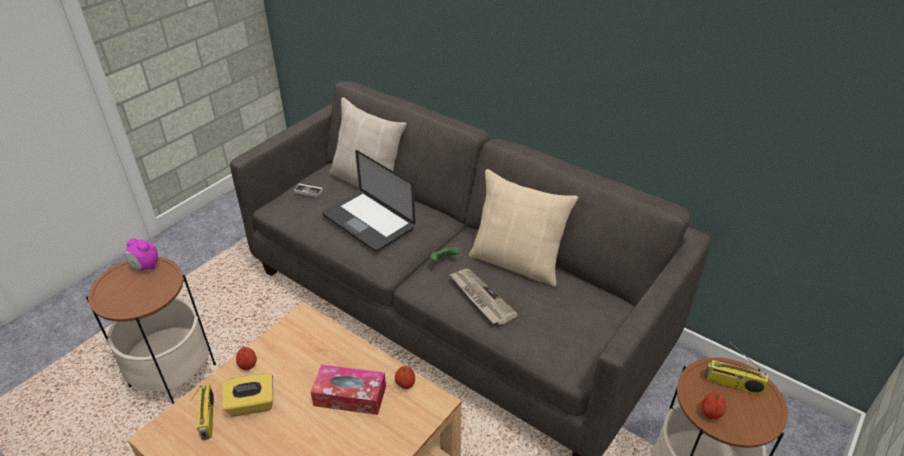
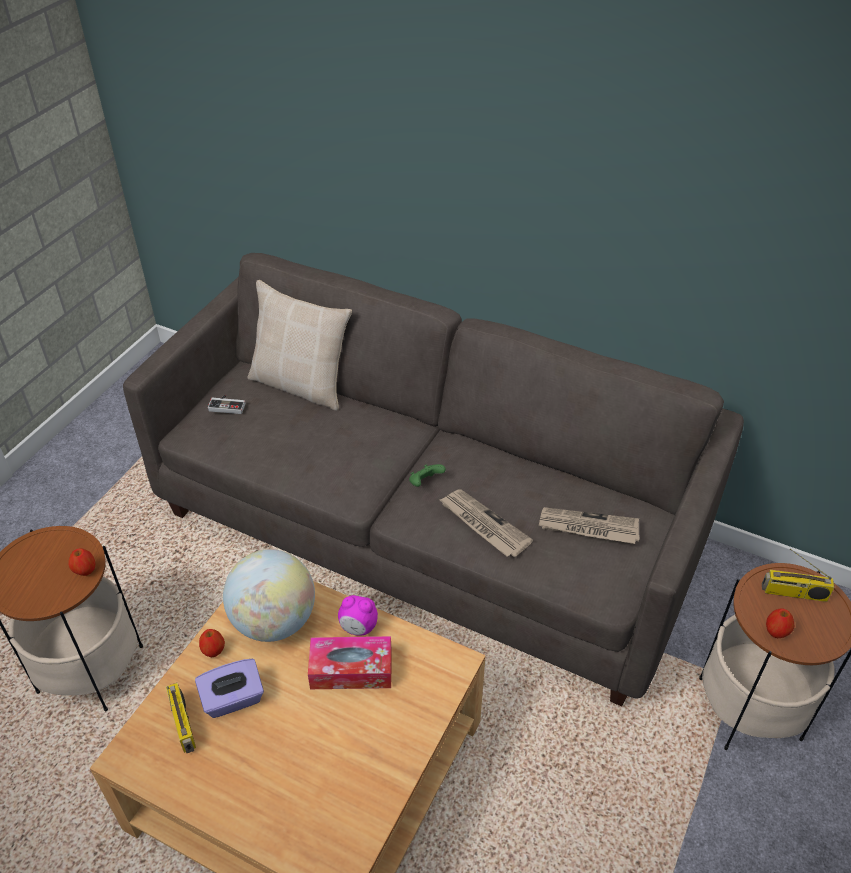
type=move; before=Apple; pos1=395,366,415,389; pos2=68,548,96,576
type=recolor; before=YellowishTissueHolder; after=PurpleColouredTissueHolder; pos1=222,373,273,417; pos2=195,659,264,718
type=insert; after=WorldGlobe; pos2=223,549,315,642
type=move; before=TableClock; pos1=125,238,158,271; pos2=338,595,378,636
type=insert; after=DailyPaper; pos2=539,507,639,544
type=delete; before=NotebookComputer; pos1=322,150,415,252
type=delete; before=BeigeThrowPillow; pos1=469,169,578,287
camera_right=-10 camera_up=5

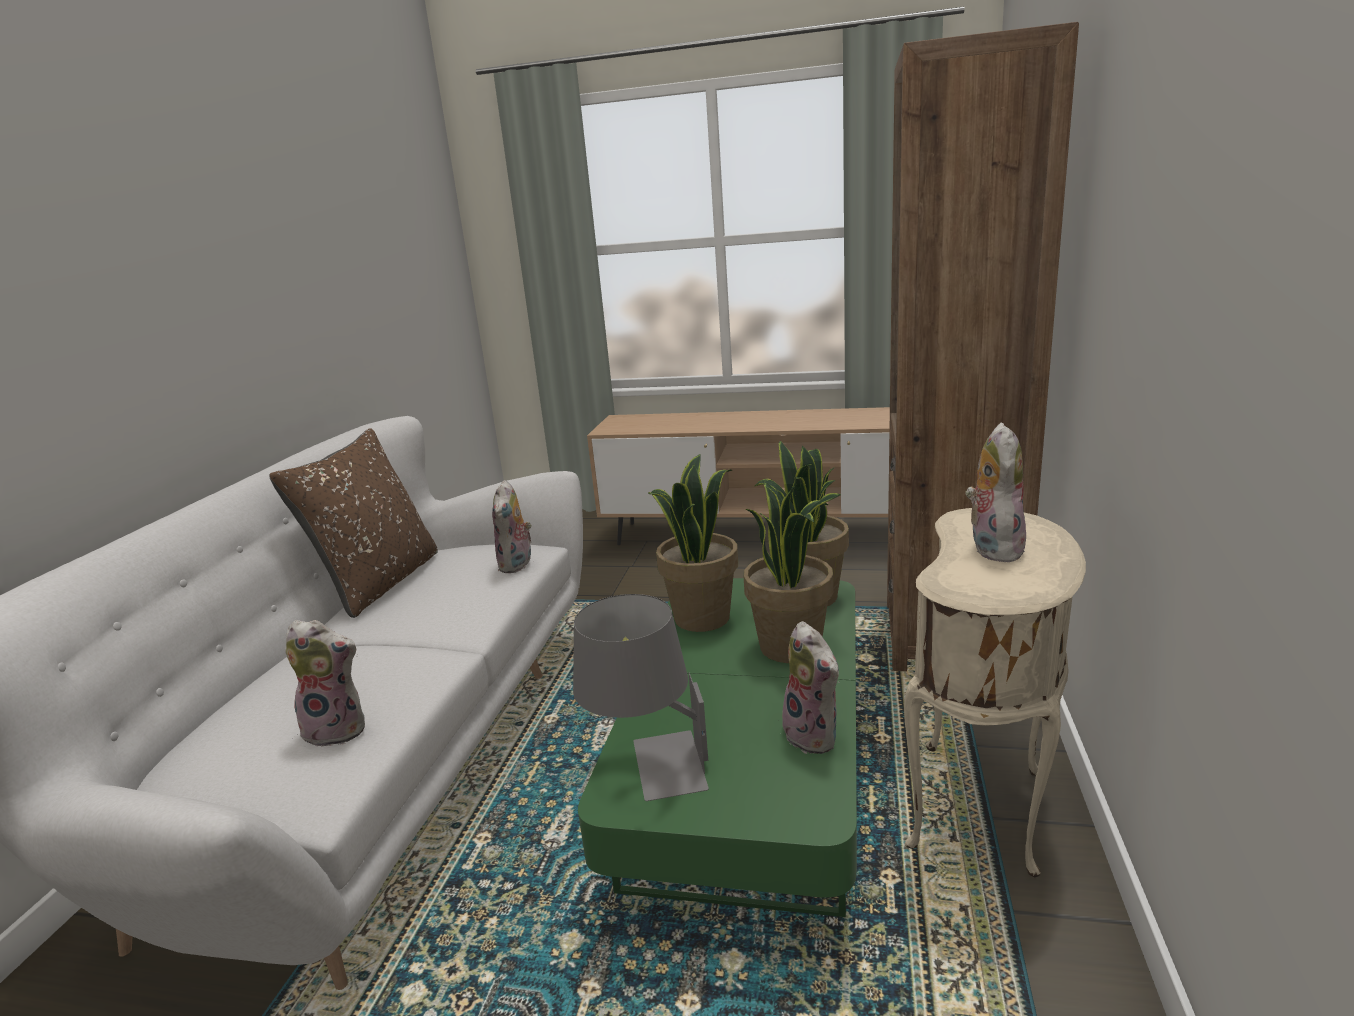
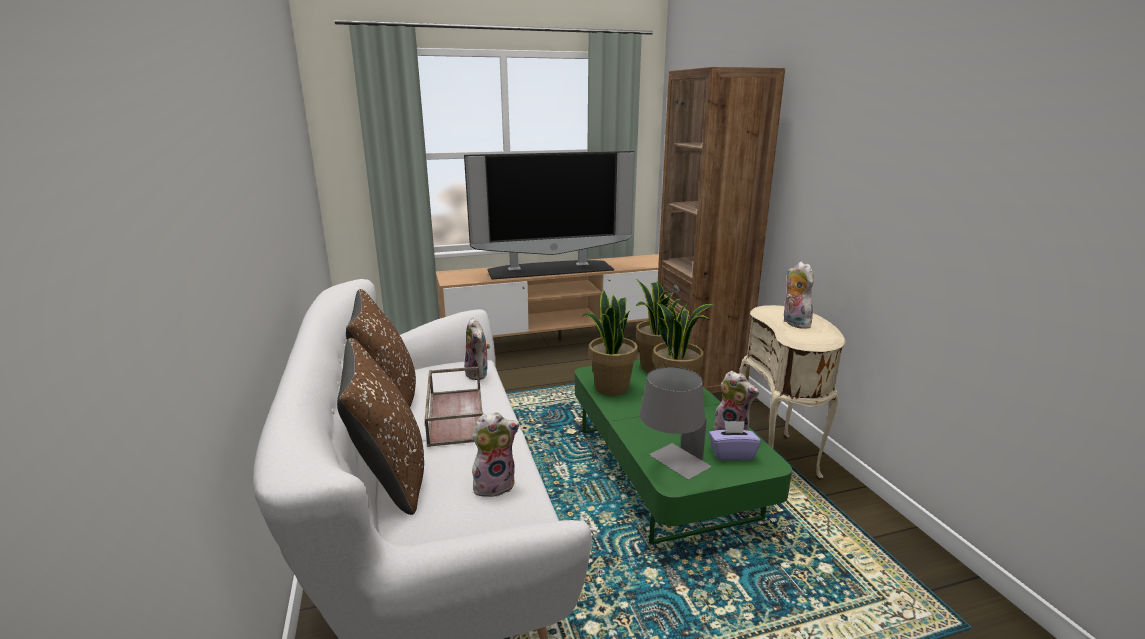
type=insert; after=BrownThrowPillow; pos2=337,338,424,515
type=insert; after=BrownServingTray; pos2=425,367,483,447
type=insert; after=Tv; pos2=464,151,635,279
type=insert; after=PurpleColouredTissueHolder; pos2=709,421,761,460
camera_right=-30 camera_up=0

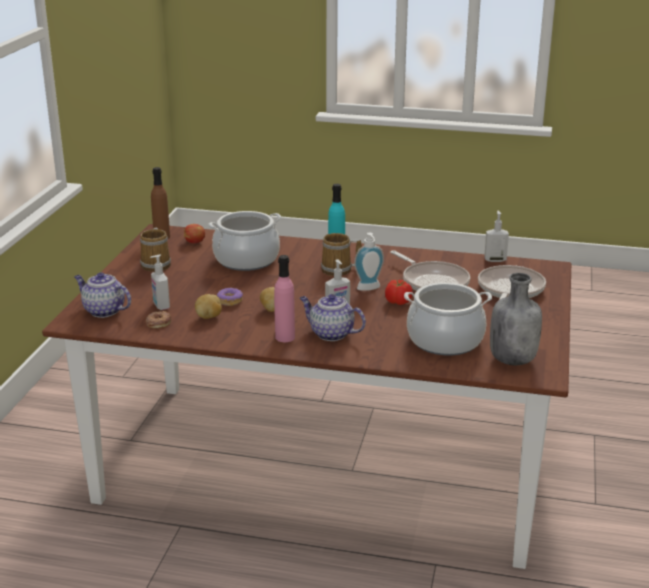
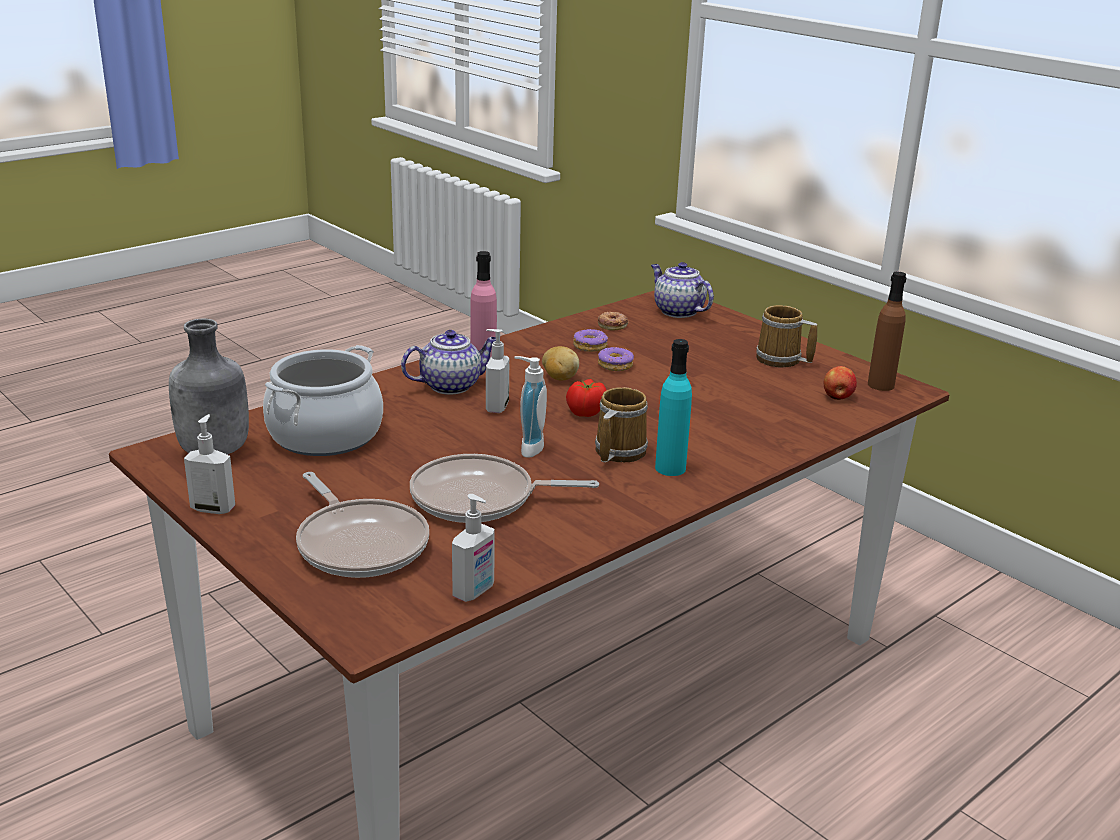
type=move; before=SoapDispenser; pos1=150,255,170,310; pos2=184,414,235,514
type=move; before=Tomato; pos1=385,280,413,305; pos2=566,379,607,417
type=replace; before=Potato; after=Donut; pos1=195,294,222,319; pos2=573,329,608,352
type=rotate; before=Teapot; pos1=74,272,131,318; pos2=651,262,714,318; turn=-105
type=delete; before=Stockpot; pos1=208,211,281,271
camera_right=125 camera_up=0

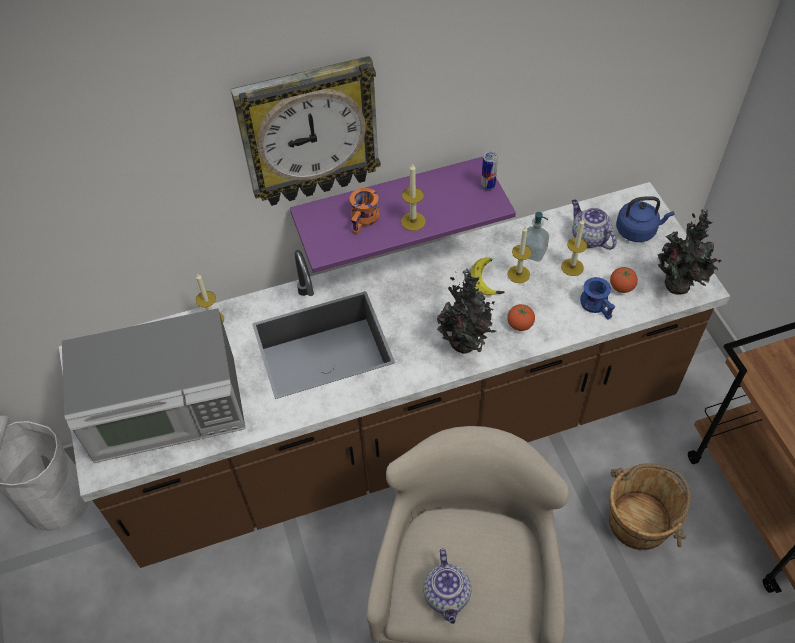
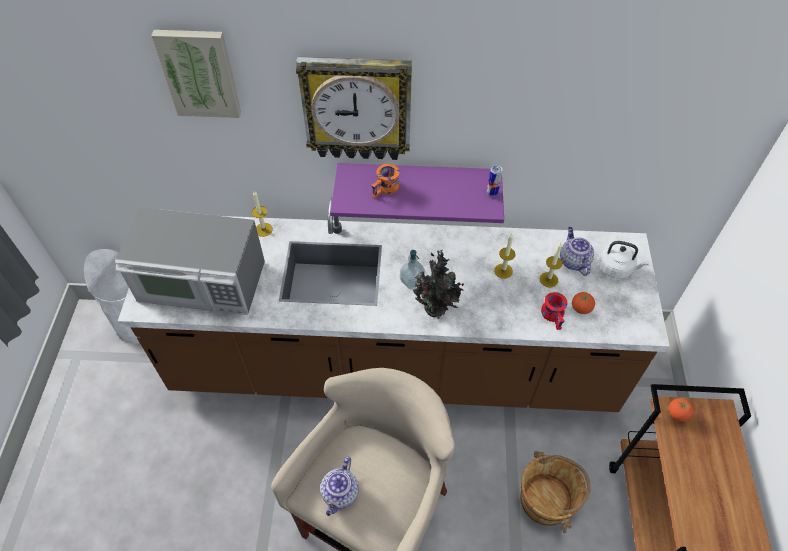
type=insert; after=WallArt; pos2=151,30,241,118
type=move; before=SoapDispenser; pos1=525,212,549,262; pos2=400,250,425,290
type=recolor; before=BlueCoffeeMug; after=ReddishCoffeeMug; pos1=580,277,615,320; pos2=541,292,568,330
type=recolor; before=BlueTeaKettle; after=WhiteColouredTeaKettle; pos1=616,196,674,242; pos2=599,241,649,279
type=move; before=Tomato; pos1=507,304,535,331; pos2=669,398,694,422
type=delete; before=Candle; pos1=401,163,426,231
type=delete; before=BananaFruit; pos1=471,258,505,296
type=delete; before=Houseplant; pos1=658,209,721,295
camera_right=20 camera_up=0

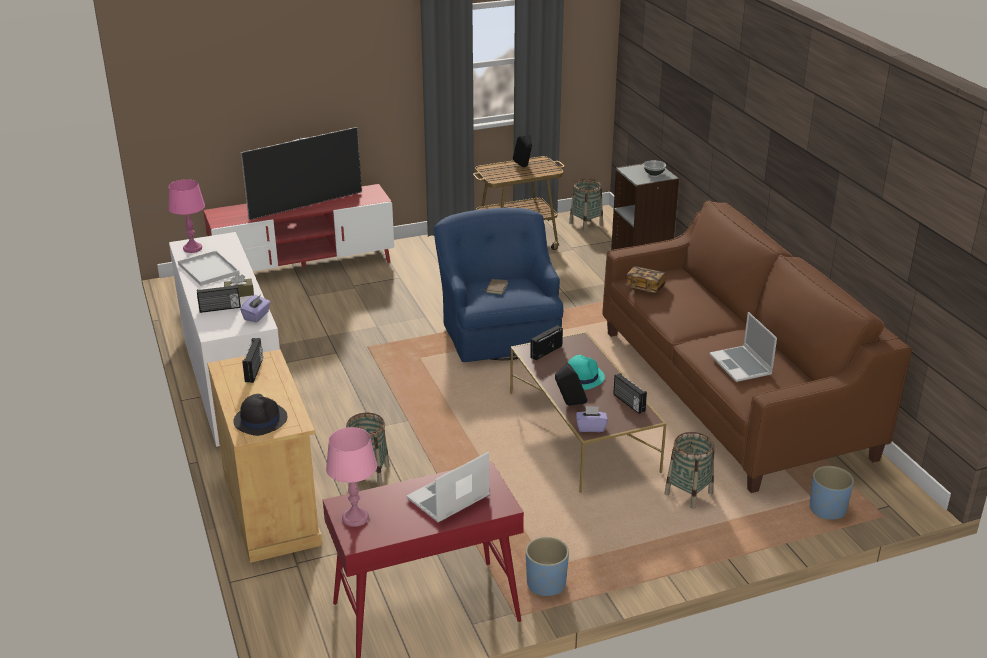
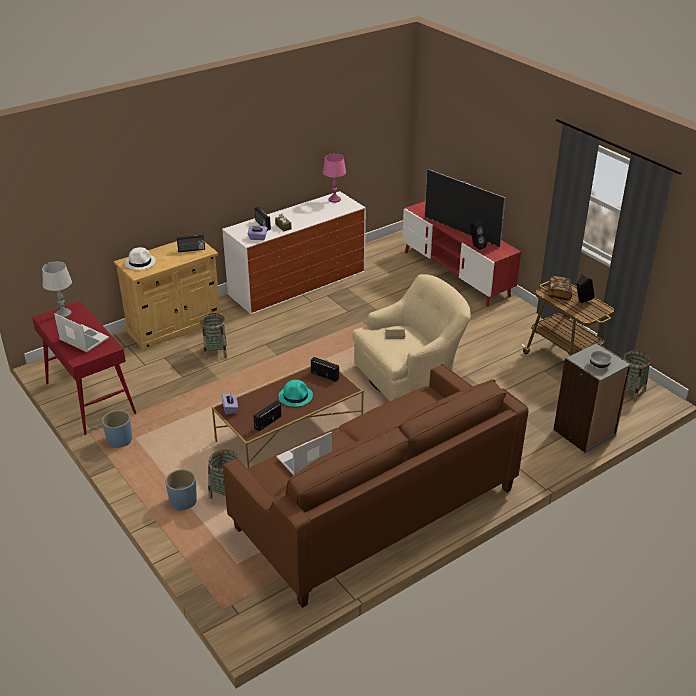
type=recolor; before=PinkTabletopLamp; after=GreyTabletopLamp; pos1=326,427,377,527; pos2=42,261,72,318
type=recolor; before=BlackColouredClothingHat; after=WhiteColouredClothingHat; pos1=233,394,287,436; pos2=125,247,156,270
type=move; before=BluePlantPot; pos1=810,466,854,520; pos2=165,469,197,511
type=recolor; before=BlueEasyChair; after=BeigeEasyChair; pos1=434,208,563,362; pos2=352,274,471,401
type=move; before=BlackColouredLoudspeaker; pos1=555,363,588,406; pos2=470,220,487,250
type=move; before=BoundBook; pos1=625,266,666,293; pos2=548,276,572,300
type=delete; before=WhiteColouredServingTray; pos1=178,250,240,286
camera_right=75 camera_up=5

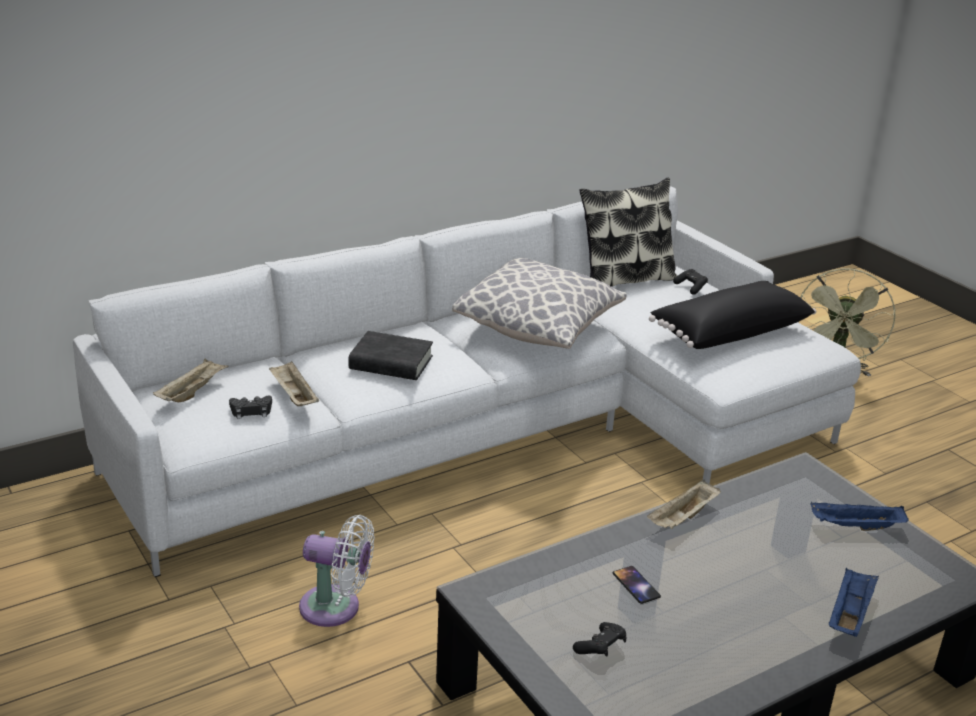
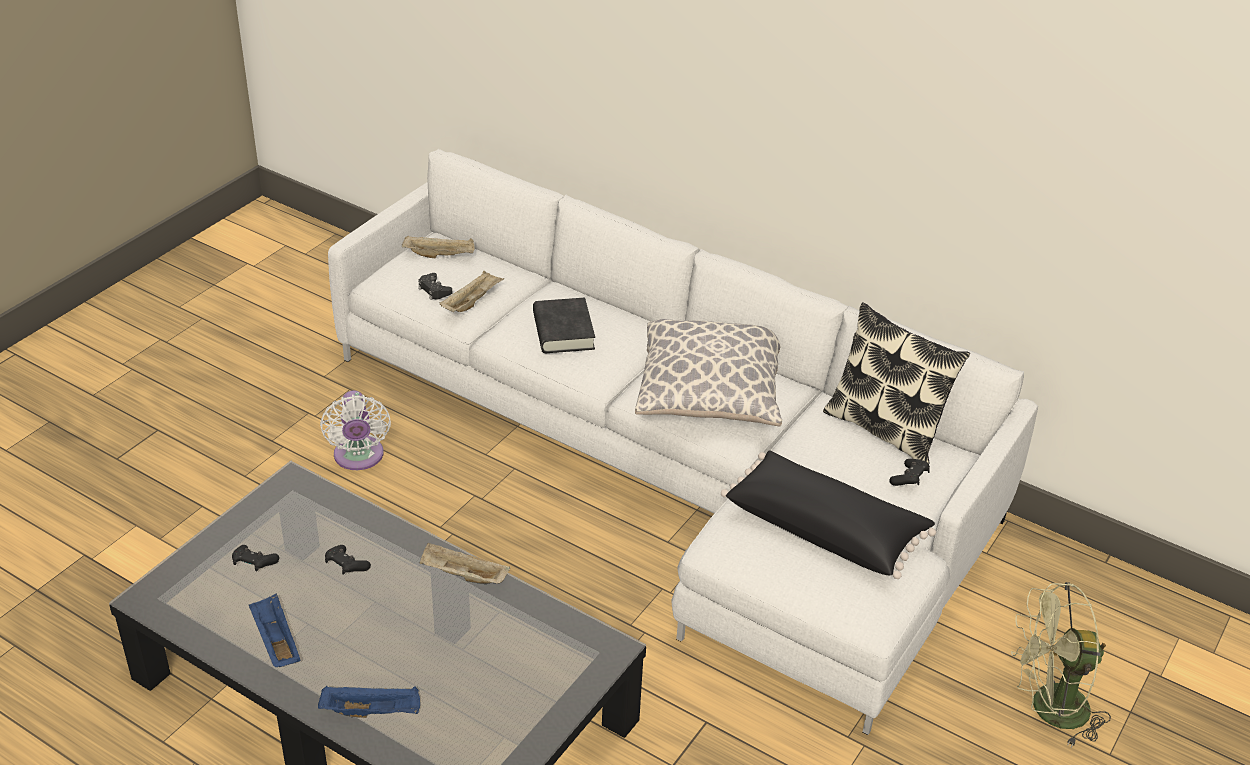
type=move; before=BlueServingTray; pos1=810,502,909,531; pos2=249,593,300,667
type=replace; before=Handset; after=BlackColouredJoypad; pos1=613,566,661,604; pos2=325,545,371,575
camera_right=65 camera_up=10

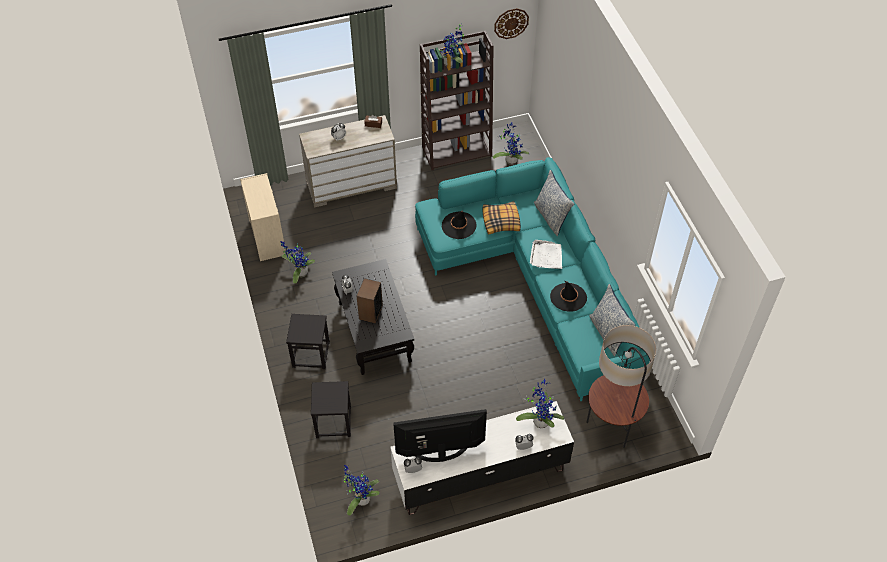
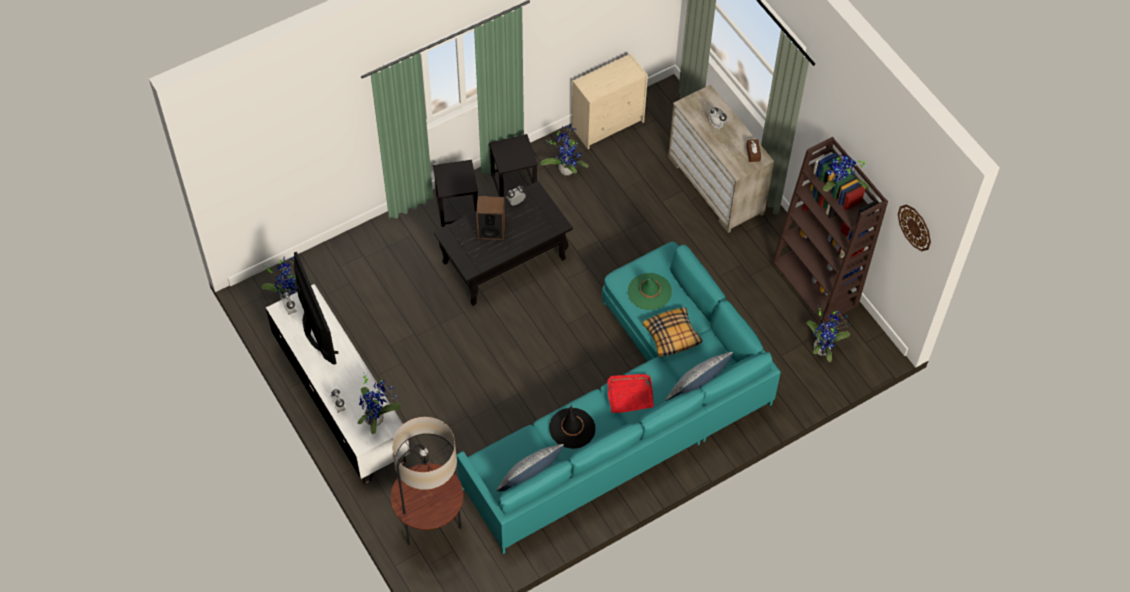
type=move; before=BlackColouredStool; pos1=311,381,351,438; pos2=489,134,538,197
type=recolor; before=WhiteColouredServingTray; after=ReddishServingTray; pos1=530,240,562,269; pos2=608,374,654,413
type=recolor; before=BlackColouredClothingHat; after=GreenishClothingHat; pos1=442,211,477,239; pos2=628,273,672,310
camera_right=75 camera_up=5

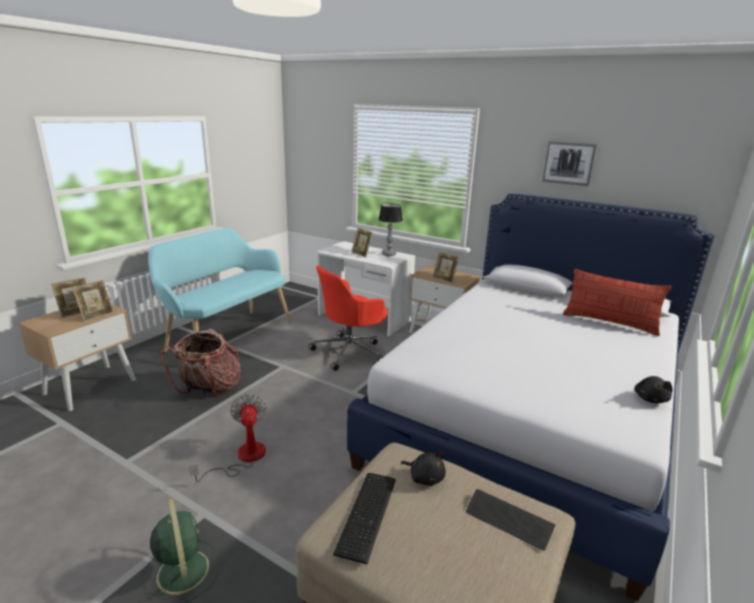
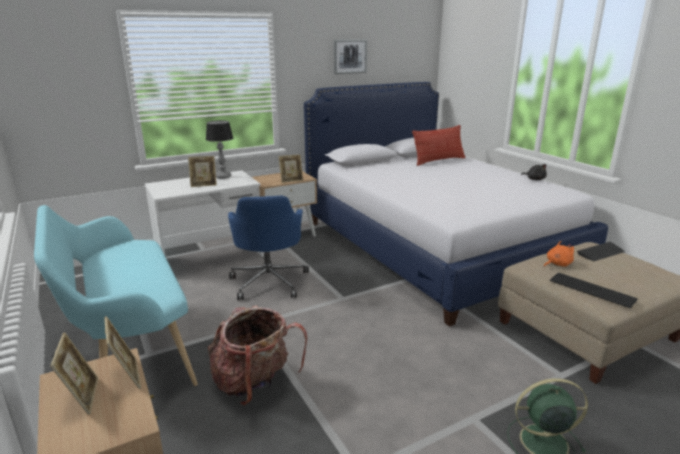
type=recolor; before=ReddishComputerChair; after=BlueComputerChair; pos1=309,265,388,371; pos2=228,195,309,300
type=recolor; before=BlackColouredSoftToy; after=OrangeSoftToy; pos1=401,452,446,486; pos2=544,241,574,267
type=delete; before=CoolingFan; pos1=189,394,267,482
camera_right=-60 camera_up=0

